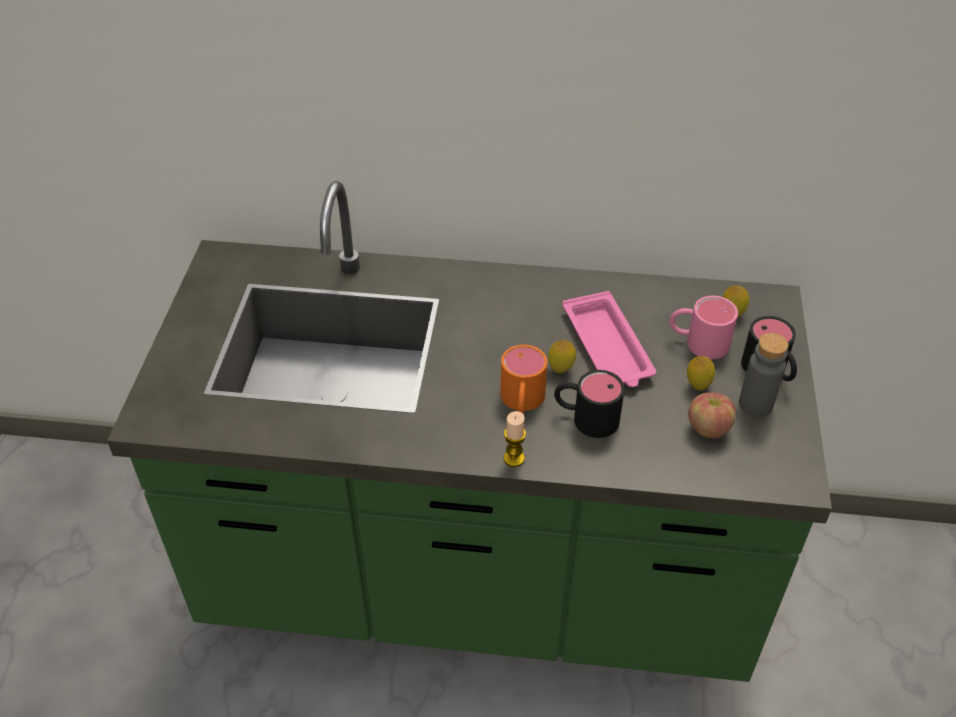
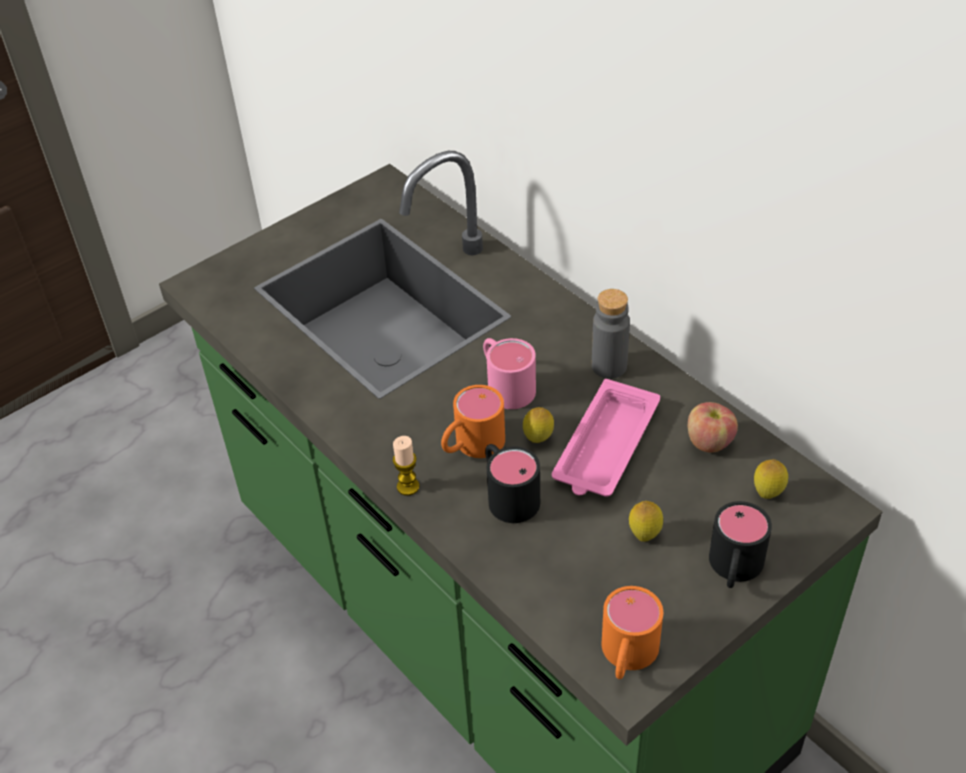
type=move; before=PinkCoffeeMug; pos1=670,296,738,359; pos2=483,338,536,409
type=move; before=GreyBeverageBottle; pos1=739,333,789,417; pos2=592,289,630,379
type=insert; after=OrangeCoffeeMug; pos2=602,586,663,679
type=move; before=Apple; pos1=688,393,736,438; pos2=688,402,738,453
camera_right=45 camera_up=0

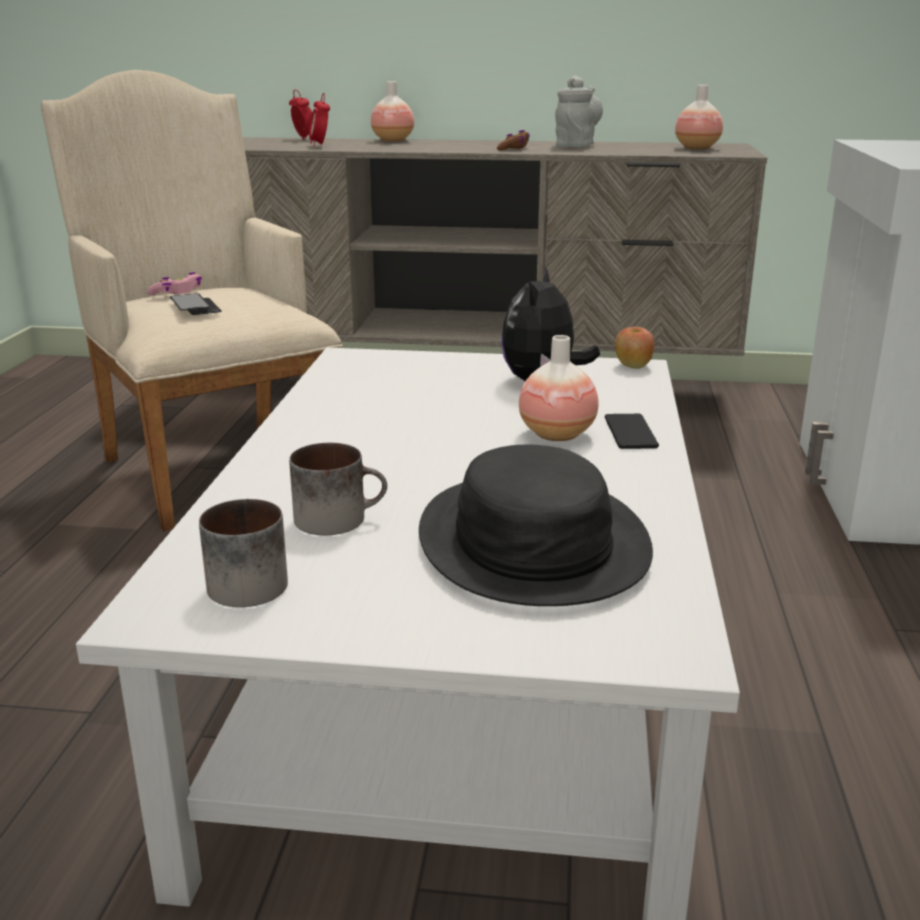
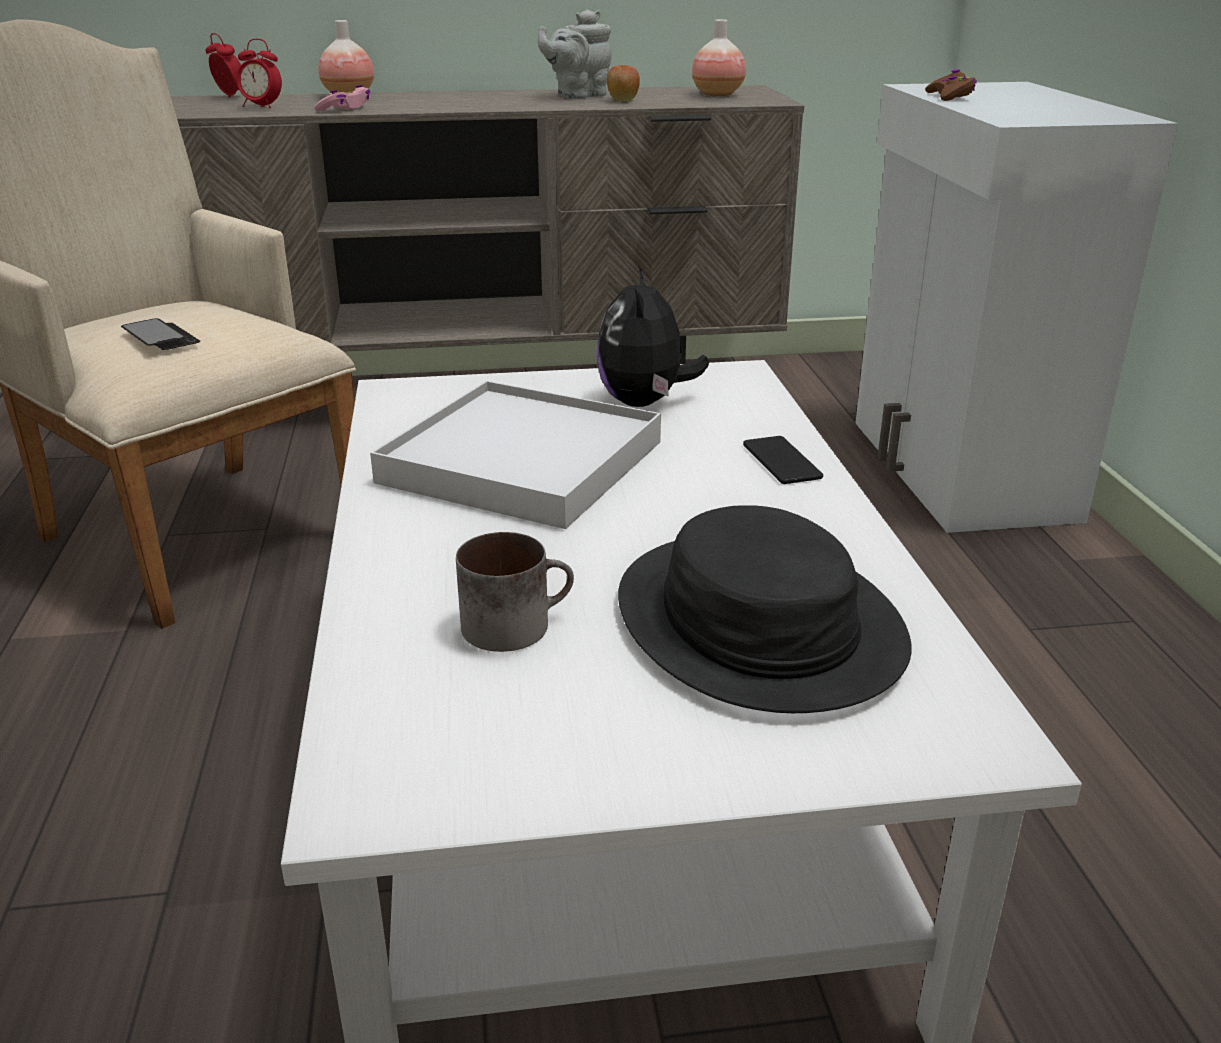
type=rotate; before=TableClock; pos1=309,93,330,146; pos2=237,39,282,108; turn=-45
type=move; before=PinkJoypad; pos1=147,272,202,295; pos2=314,85,370,111
type=insert; after=WhiteColouredServingTray; pos2=370,381,661,529
type=rotate; before=GreyTeapot; pos1=555,75,603,147; pos2=538,9,611,99; turn=-135
type=move; before=Apple; pos1=615,327,655,369; pos2=607,65,640,101
type=move; before=BrownJoypad; pos1=497,130,530,150; pos2=925,69,977,101
type=delete; before=CoffeeMug; pos1=199,499,288,607
type=delete; before=DecorativeVase; pos1=519,335,598,441
camera_right=-15 camera_up=5

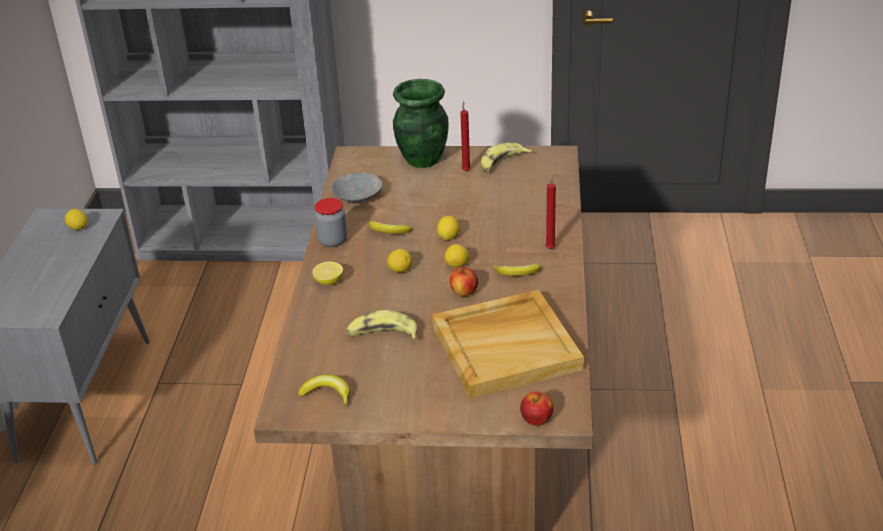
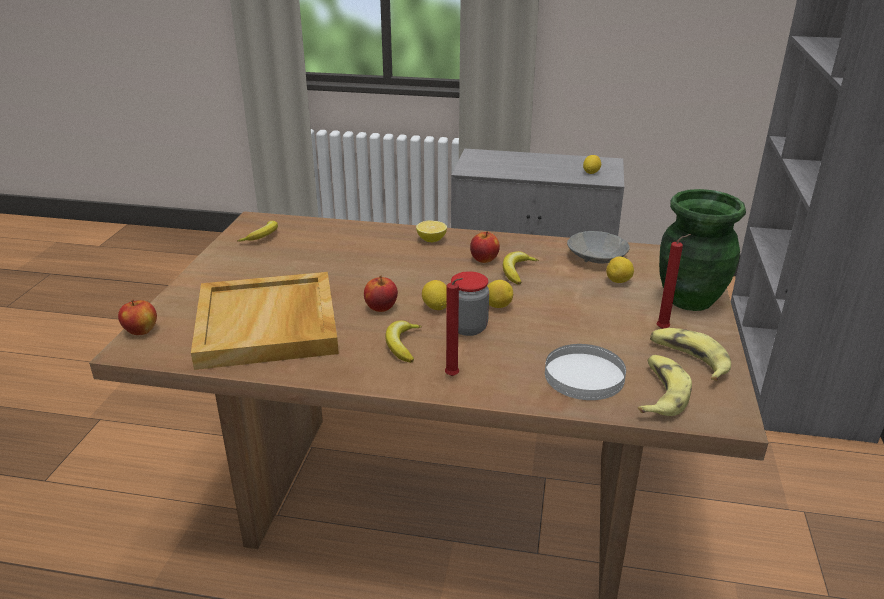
type=move; before=Jar; pos1=315,198,347,247; pos2=451,271,489,336
type=insert; after=Apple; pos2=470,231,500,263
type=insert; after=WhiteColouredDinnerPlate; pos2=545,344,626,400
type=move; before=CitrusFruit; pos1=387,249,412,272; pos2=606,256,634,283
type=move; before=BananaFruit; pos1=346,310,418,340; pos2=638,355,692,416
camera_right=95 camera_up=-5

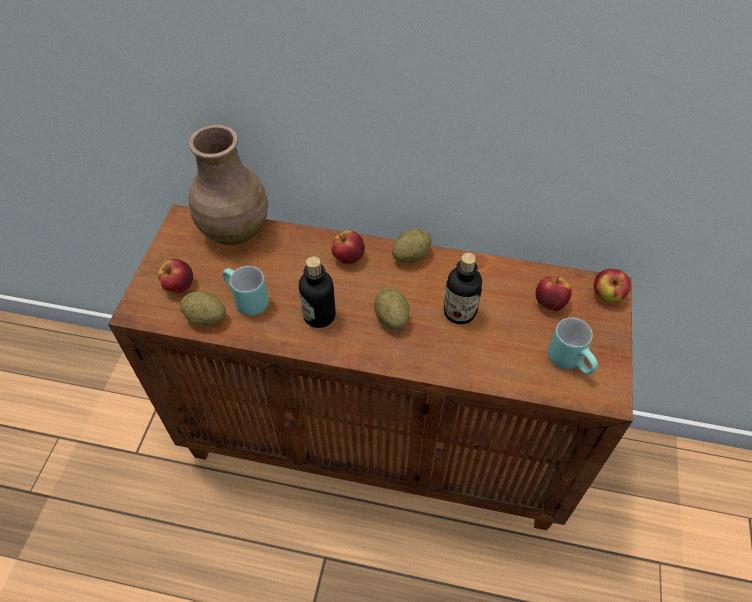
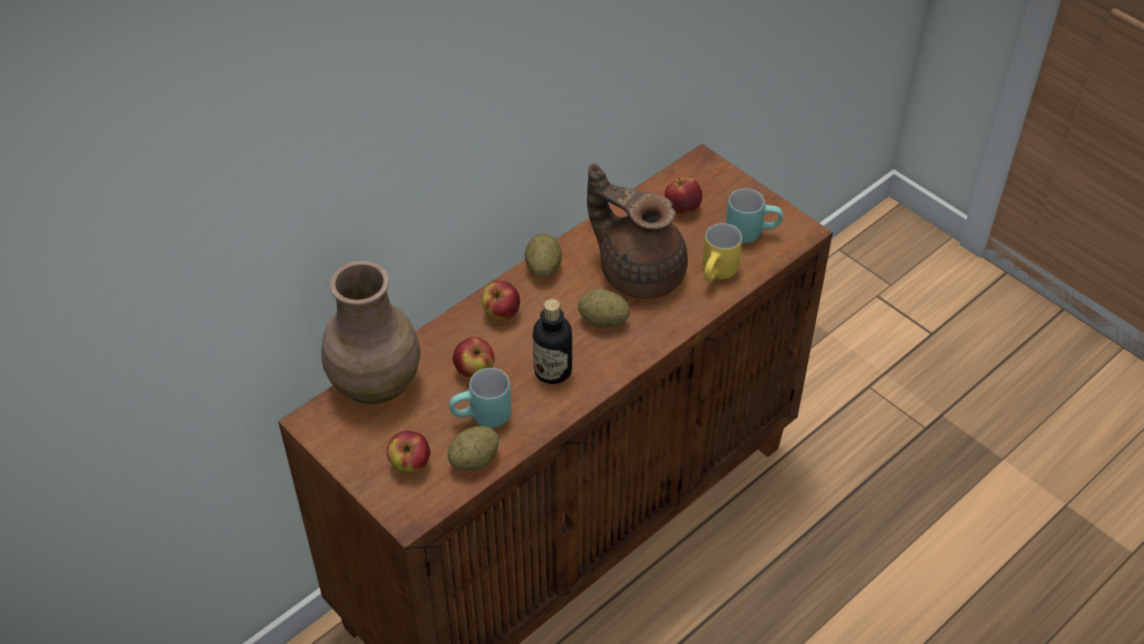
type=move; before=Apple; pos1=594,269,630,302; pos2=453,337,495,377
type=replace; before=BeverageBottle; after=BrownTeapot; pos1=444,253,482,324; pos2=587,163,688,299
type=insert; after=YellowishCoffeeMug; pos2=703,223,742,282
camera_right=-55 camera_up=-5

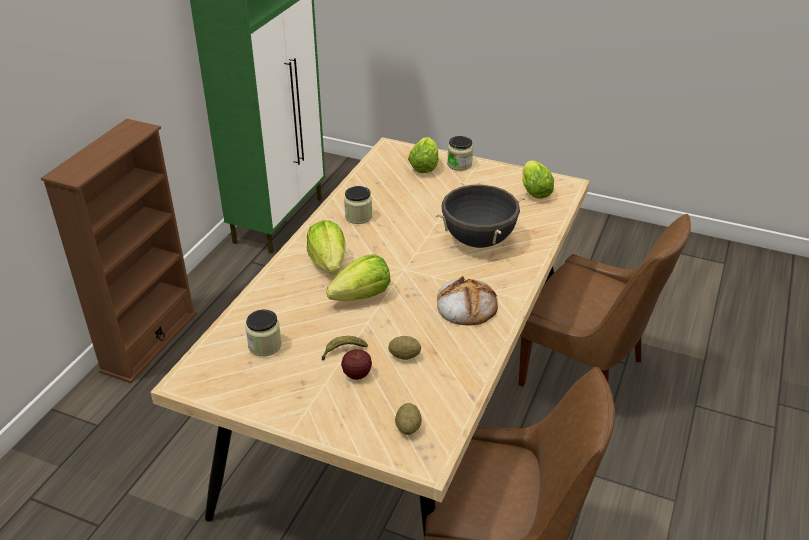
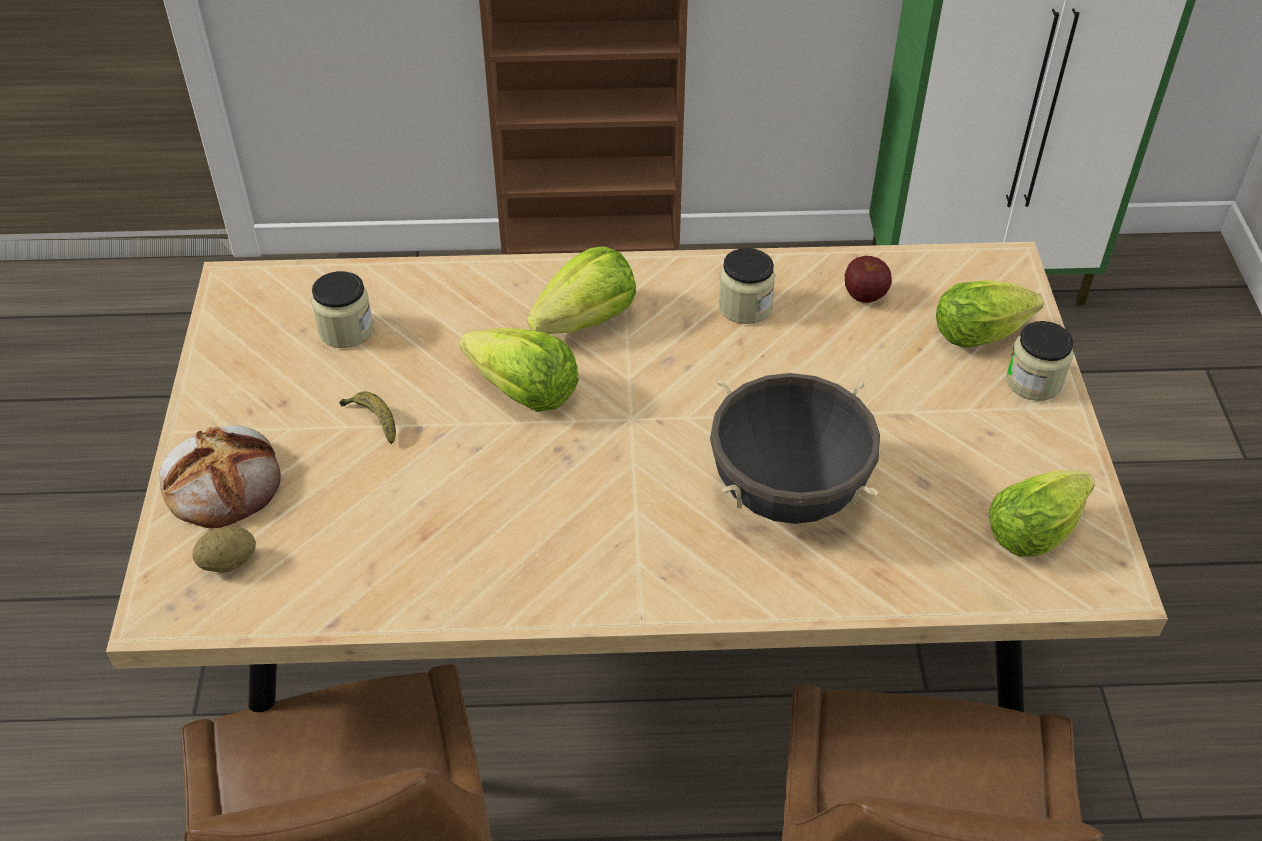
type=move; before=BakedBread; pos1=437,276,498,325; pos2=159,425,281,528
type=move; before=Apple; pos1=341,349,372,380; pos2=845,256,892,303
type=delete; before=Potato; pos1=388,336,421,360
camera_right=65 camera_up=10

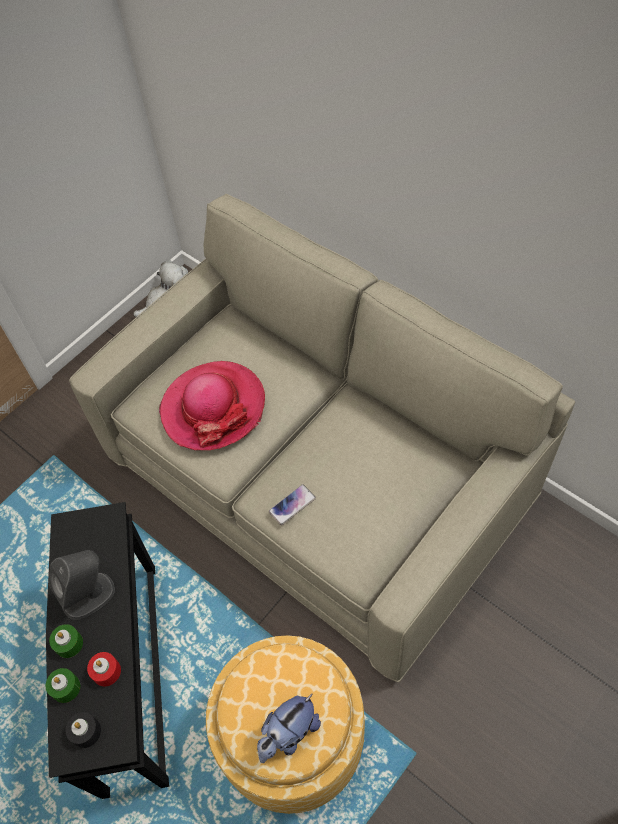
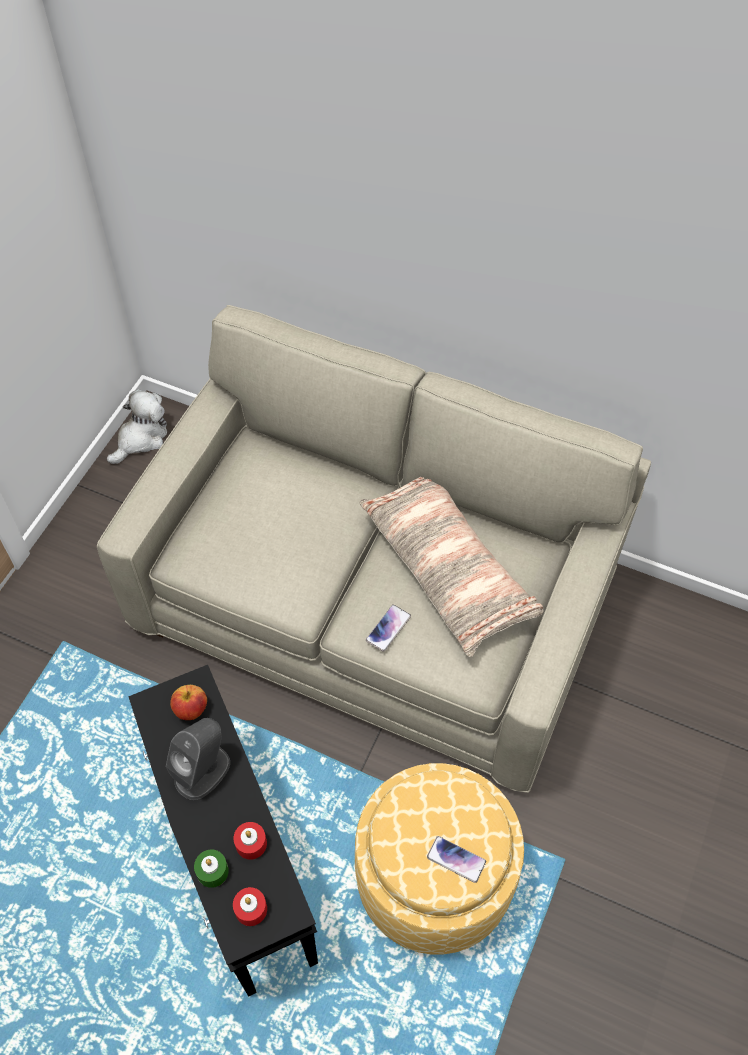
type=insert; after=Apple; pos2=170,685,207,720
type=recolor; before=BlackColouredCandle; after=ReddishCandle; pos1=66,712,101,748; pos2=233,887,267,926
type=insert; after=ThrowPillow; pos2=359,477,544,657
type=replace; before=SoftToy; after=Handset; pos1=257,693,321,763; pos2=427,836,486,883
type=delete; before=GreenishCandle; pos1=49,624,83,658
type=delete; before=ClothingHat; pos1=159,361,265,450
camera_right=-20 camera_up=0

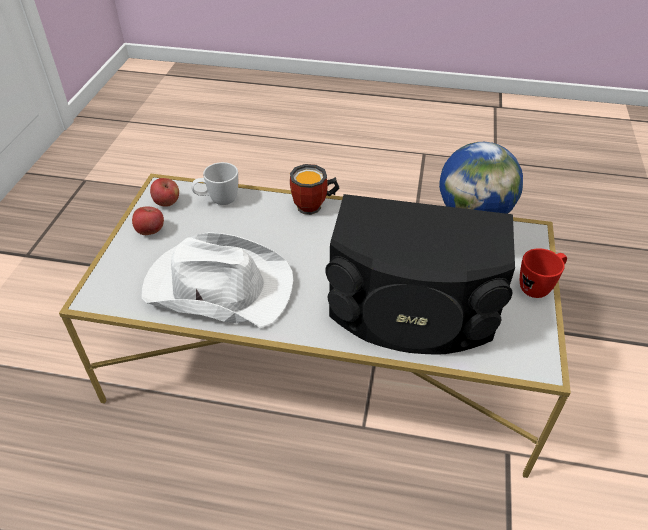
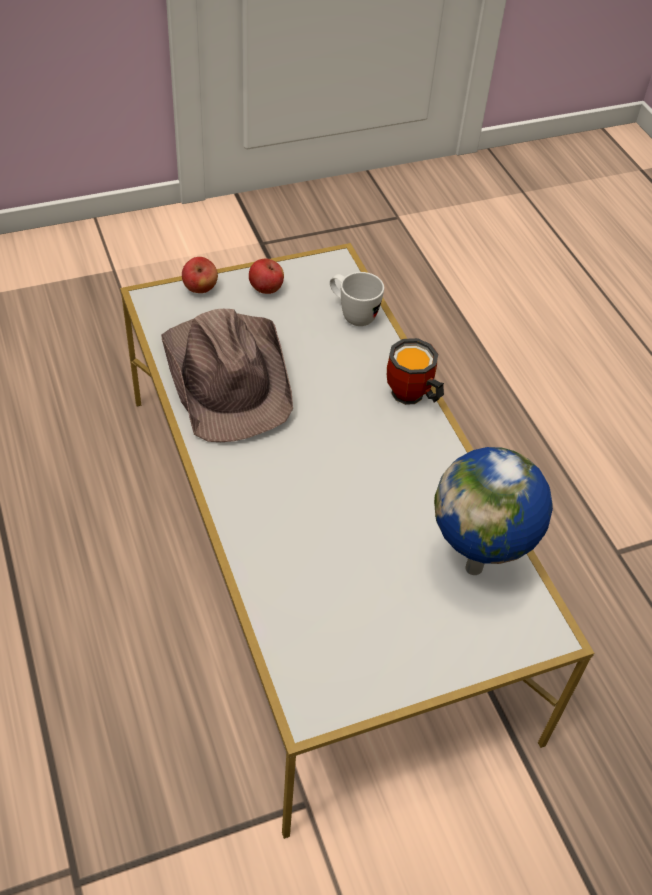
type=recolor; before=WhiteColouredClothingHat; after=BrownClothingHat; pos1=142,232,293,328; pos2=161,309,293,442
type=move; before=Apple; pos1=150,178,179,207; pos2=182,257,218,293
type=delete; before=BlackColouredLoudspeaker; pos1=325,194,515,354
type=delete; before=ReddishCoffeeMug; pos1=520,248,567,298
camera_right=55 camera_up=5

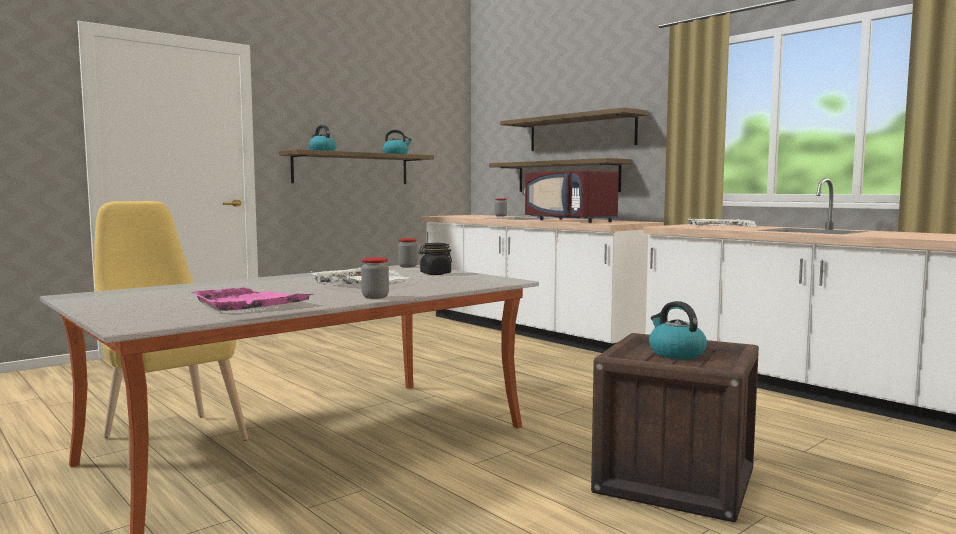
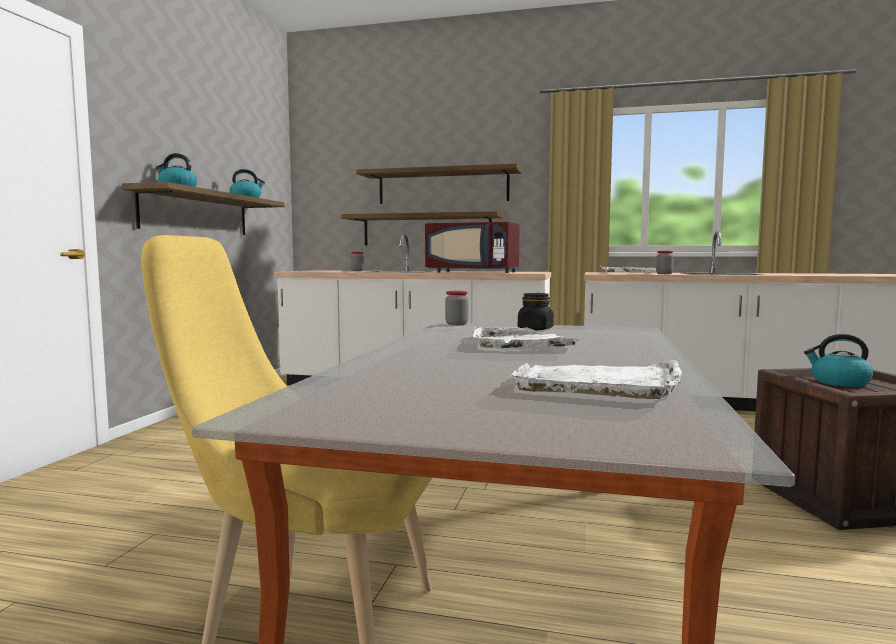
type=recolor; before=PinkServingTray; after=WhiteColouredServingTray; pos1=192,287,314,311; pos2=510,360,682,399
type=move; before=Jar; pos1=361,257,389,299; pos2=656,251,674,274
camera_right=-35 camera_up=0

